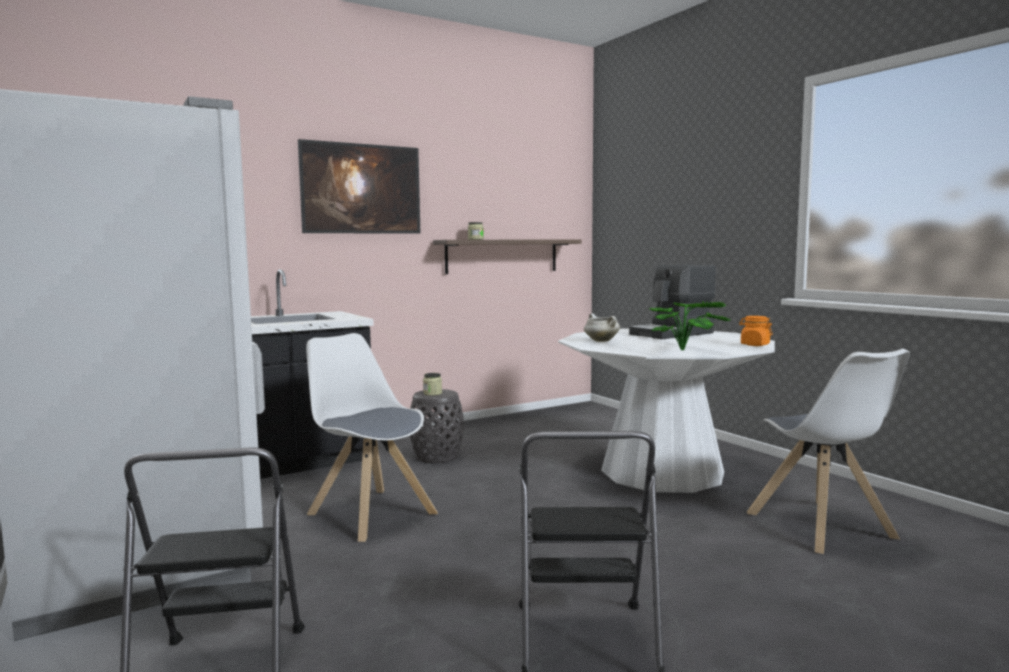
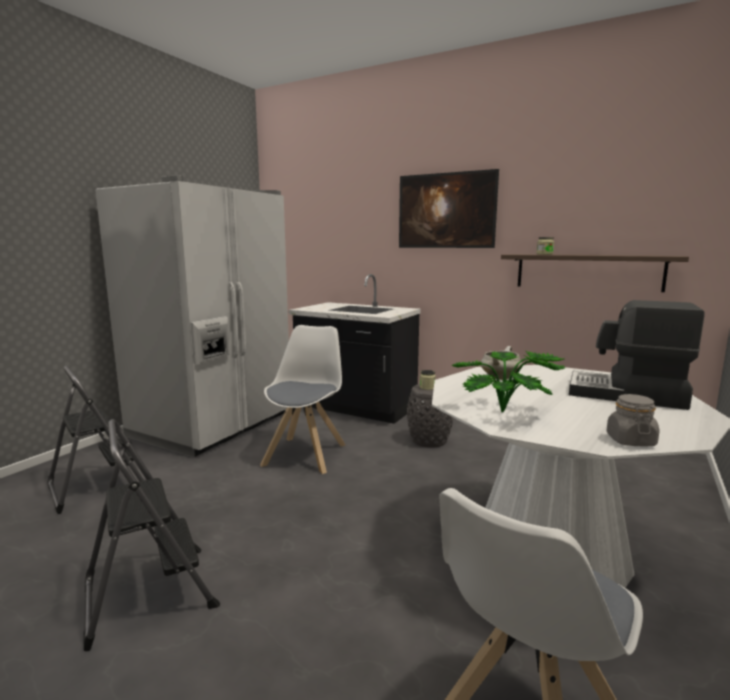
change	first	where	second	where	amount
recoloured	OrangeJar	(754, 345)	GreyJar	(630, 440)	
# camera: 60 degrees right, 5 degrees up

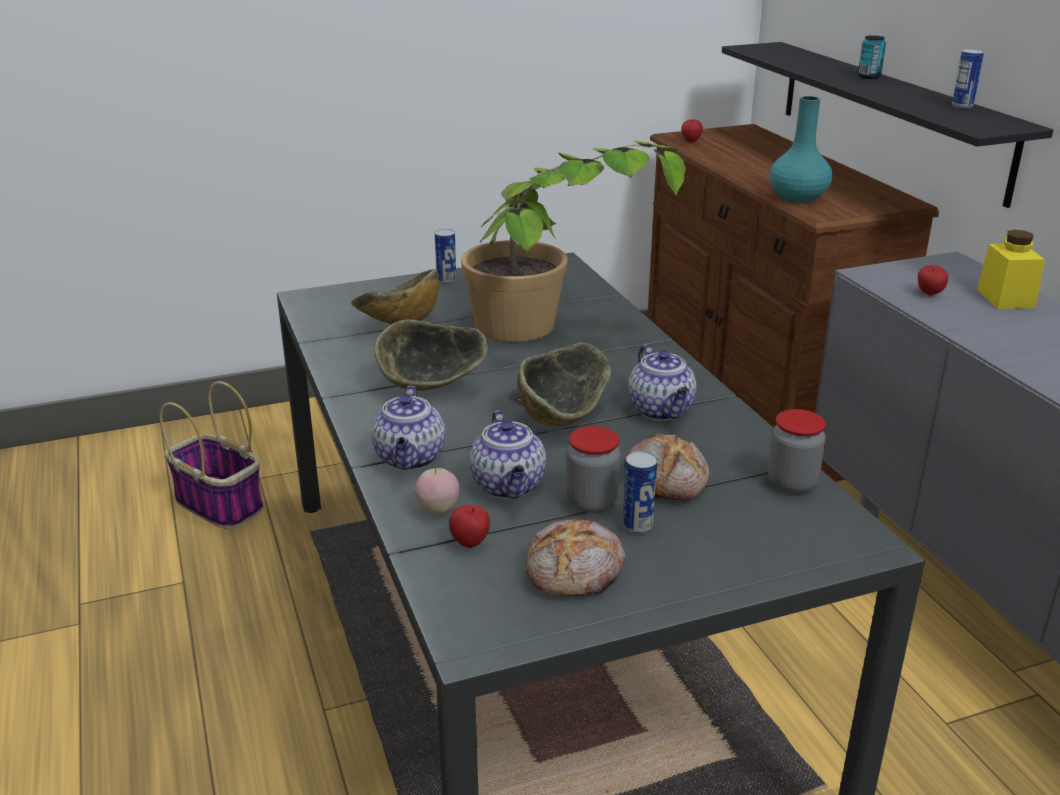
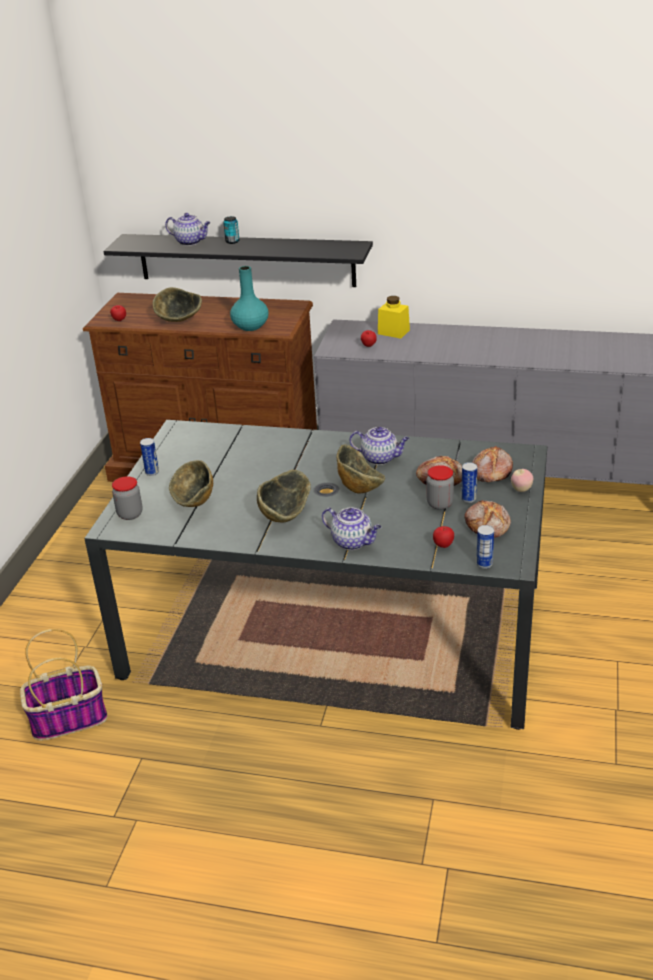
change	first	where	second	where	amount
moved	Jar	(792, 483)		(130, 514)	
added			Bowl	(180, 321)	
moved	Teapot	(509, 486)		(190, 242)	
added			Bread	(491, 472)	
moved	Can	(962, 106)		(484, 564)	
moved	Apple	(438, 510)		(521, 490)	
removed	PottedPlant	(555, 332)			
# camera: 55 degrees left, 5 degrees up

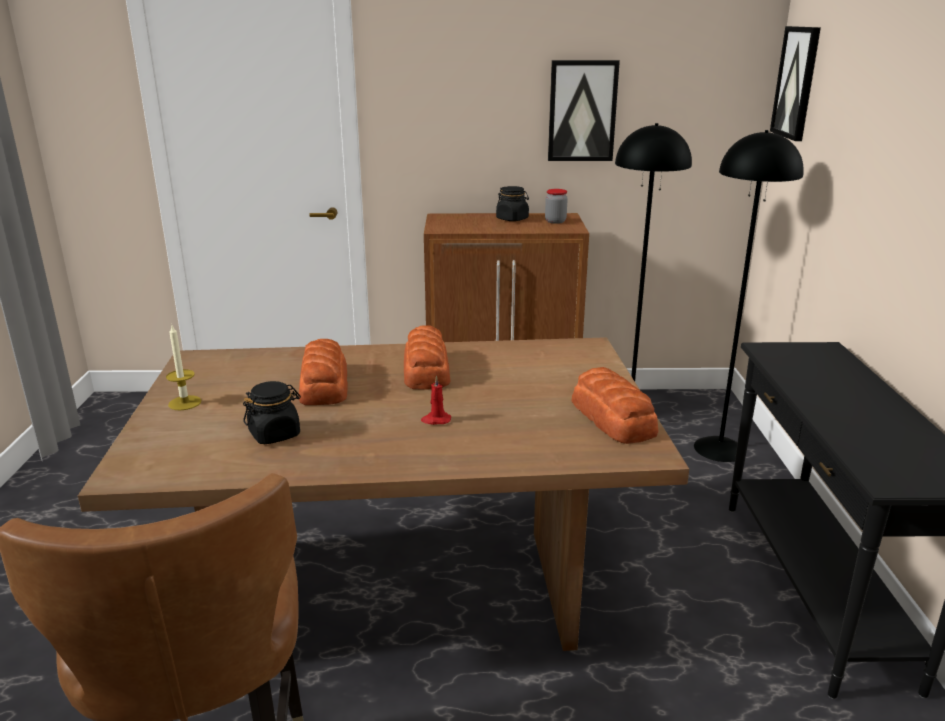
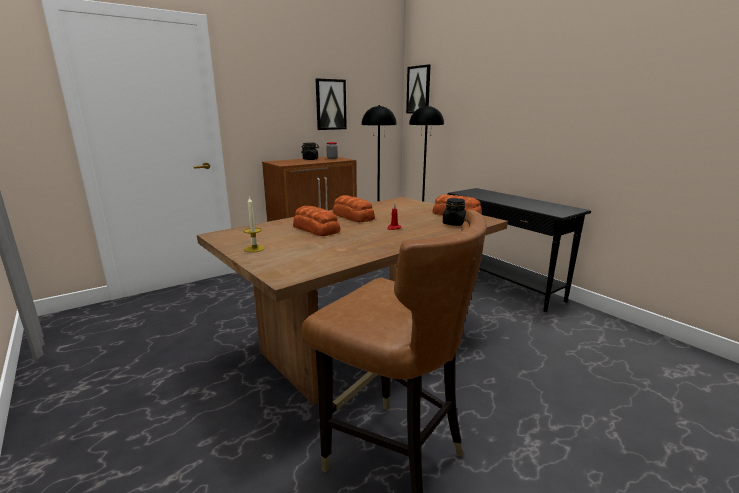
change	first	where	second	where	amount
moved	BlackJar	(275, 434)		(454, 223)	
# camera: 35 degrees left, 5 degrees down

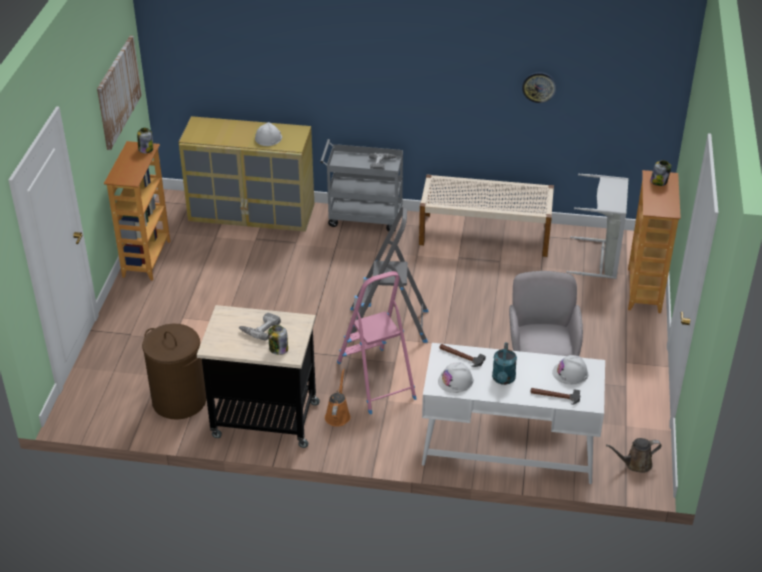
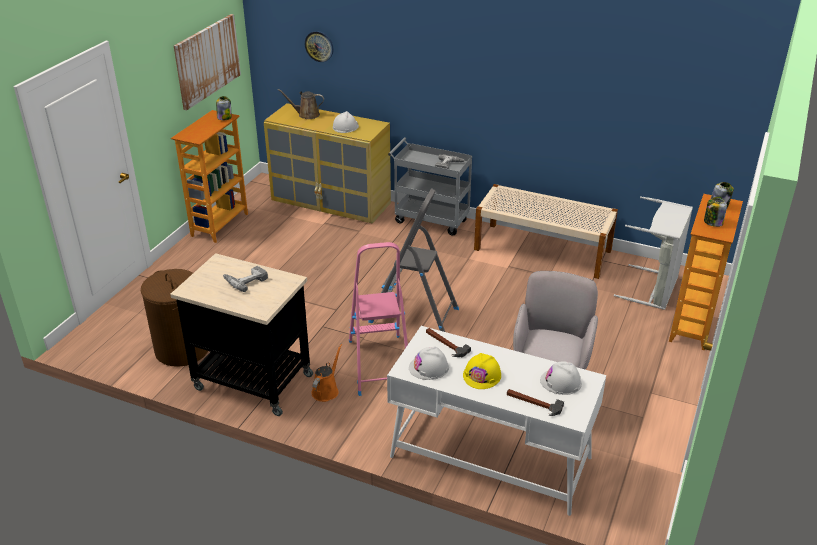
change	first	where	second	where	amount
moved	BrownWateringCan	(635, 463)		(306, 115)	
moved	WallClock	(539, 87)		(319, 46)	
replaced	TurquoiseWateringCan	(503, 379)	YellowHardHat	(482, 375)	
moved	Jar	(278, 349)		(712, 222)	
# camera: 15 degrees right, 5 degrees down

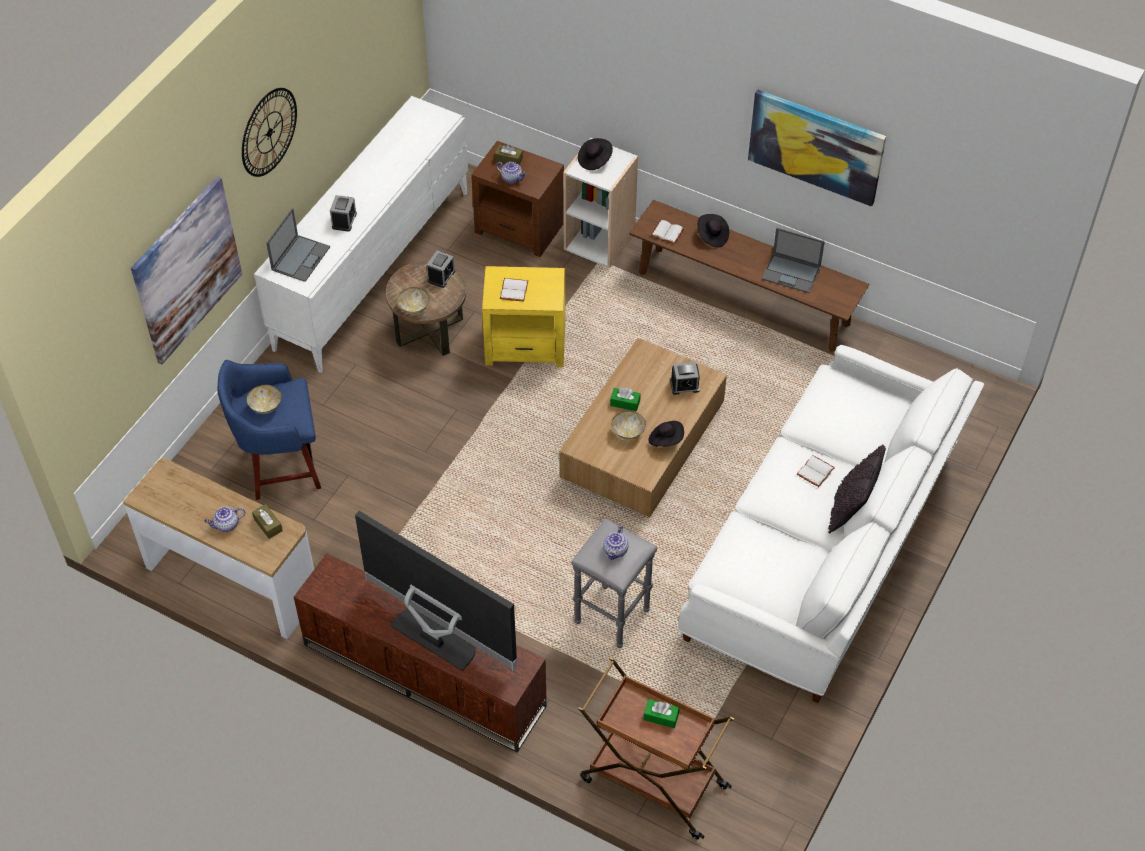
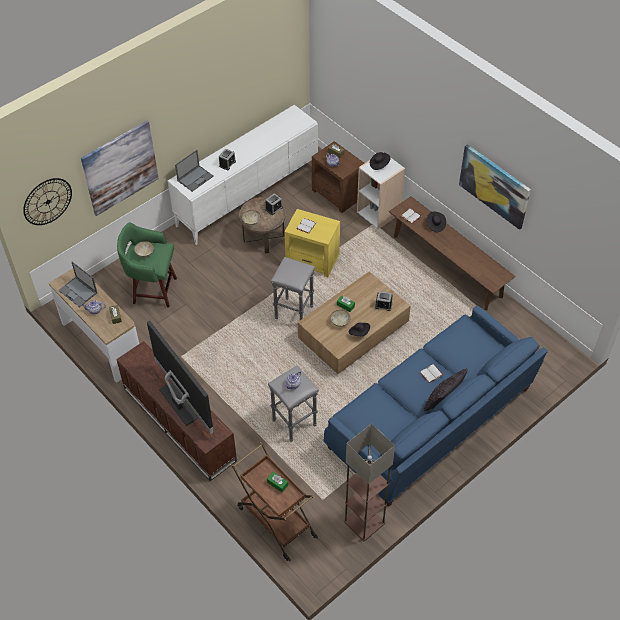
change	first	where	second	where	amount
moved	WallClock	(269, 132)		(47, 201)	
moved	Laptop	(792, 273)		(78, 292)	
recoloured	BlueStool	(281, 468)	GreenStool	(153, 290)	
added			GreyStool	(293, 311)	
recoloured	WhiteSofa	(825, 547)	BlueSofa	(431, 420)	
added			FloorLamp	(364, 523)	
# camera: 20 degrees right, 0 degrees up

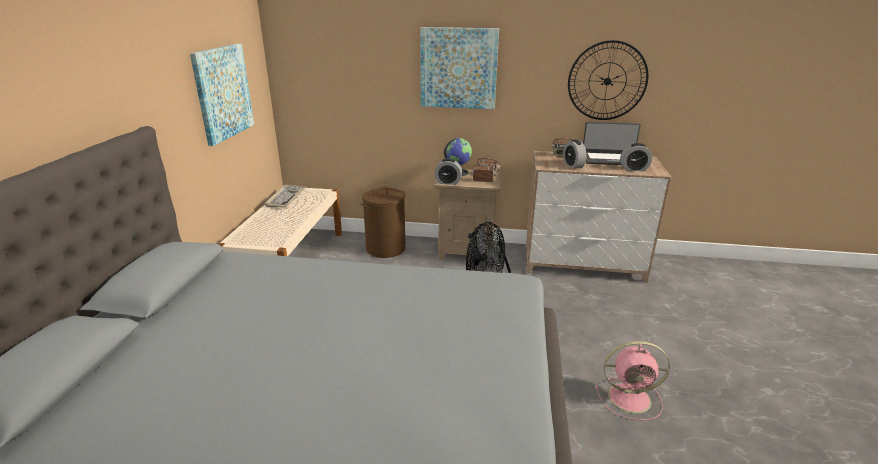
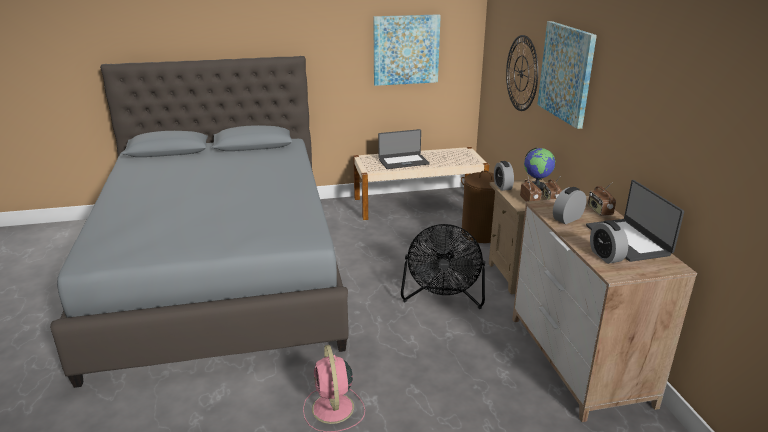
change	first	where	second	where	amount
added			Laptop	(403, 161)	
moved	WallClock	(607, 81)		(521, 73)	
removed	Keyboard	(285, 198)			
# camera: 70 degrees right, 0 degrees up

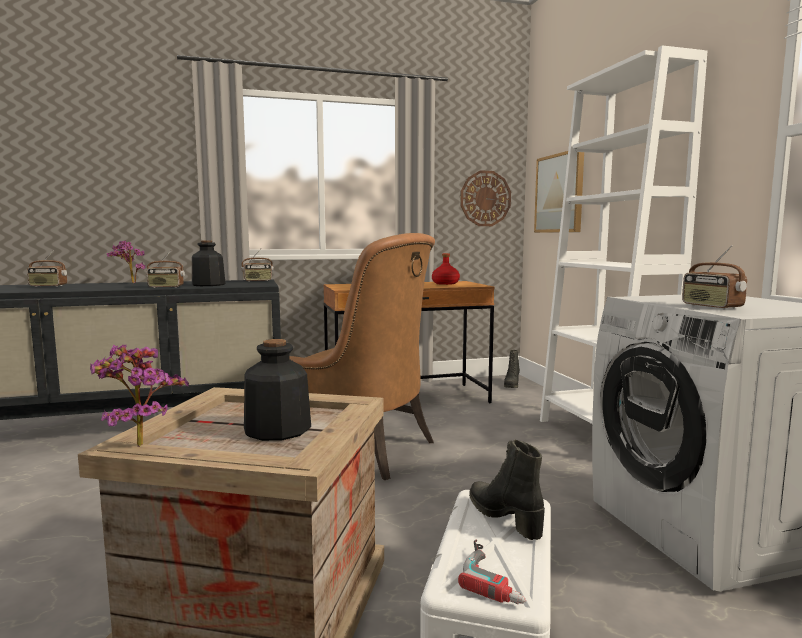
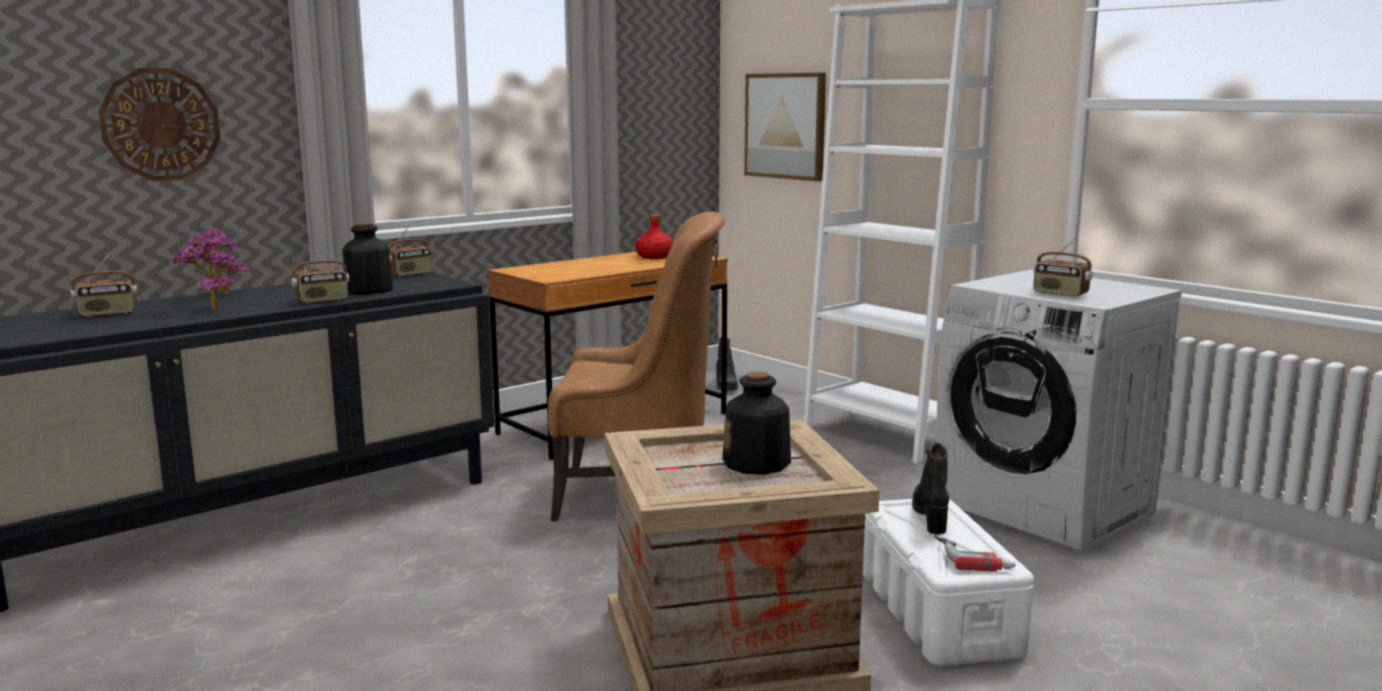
change	first	where	second	where	amount
moved	WallClock	(485, 198)		(161, 124)	
moved	PottedPlant	(137, 443)		(210, 309)	
turned	BlackBoot	(505, 517)		(931, 516)	60 degrees clockwise
# camera: 25 degrees left, 5 degrees up

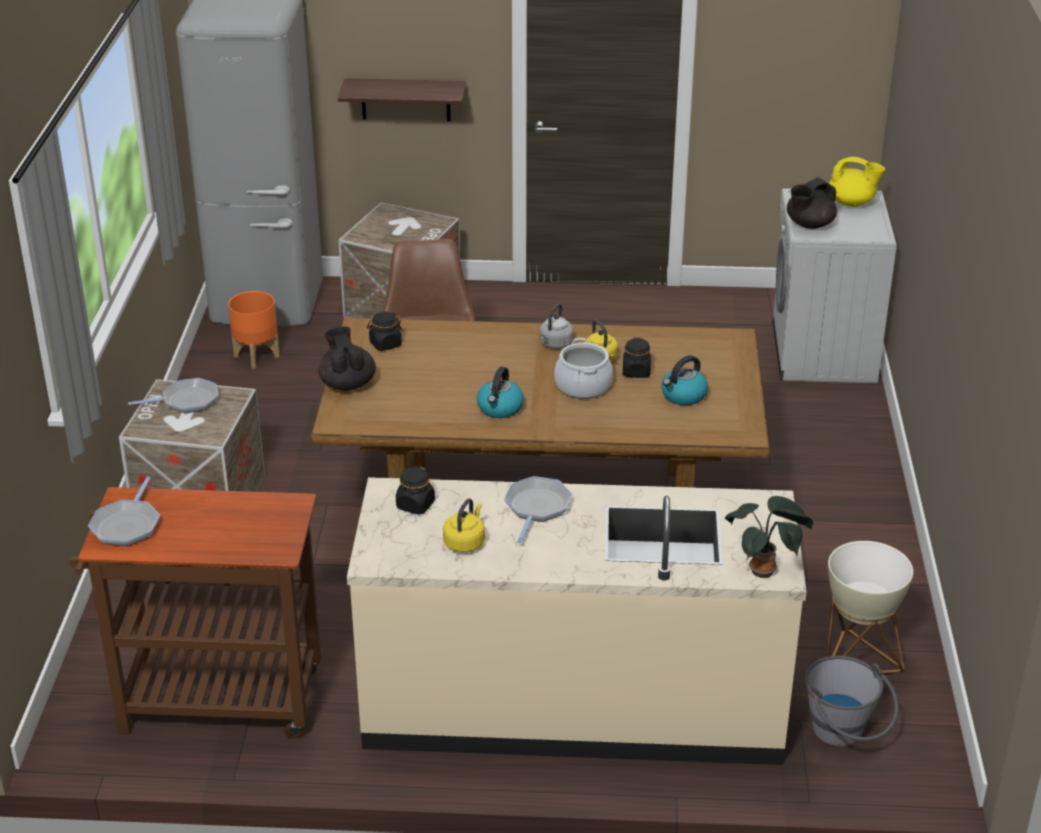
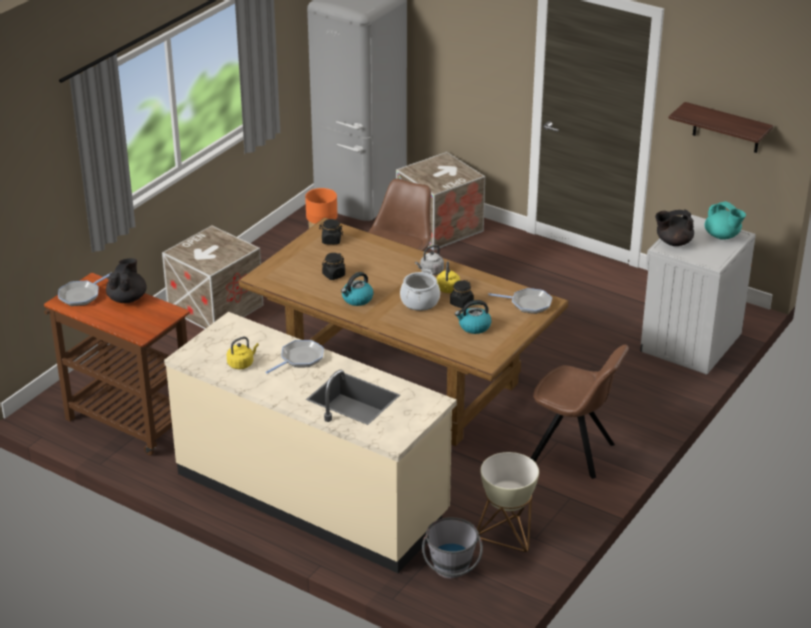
change	first	where	second	where	amount
moved	BlackTeapot	(347, 383)		(127, 298)	
moved	BlackJar	(415, 505)		(333, 275)	
moved	FryingPan	(187, 401)		(528, 304)	
added			BrownChair	(573, 452)	
moved	Shelf	(405, 99)		(726, 128)	
recoloured	YellowTeapot	(852, 203)	TurquoiseTeapot	(722, 236)	
removed	PottedPlant	(765, 571)			
# camera: 30 degrees right, 0 degrees up

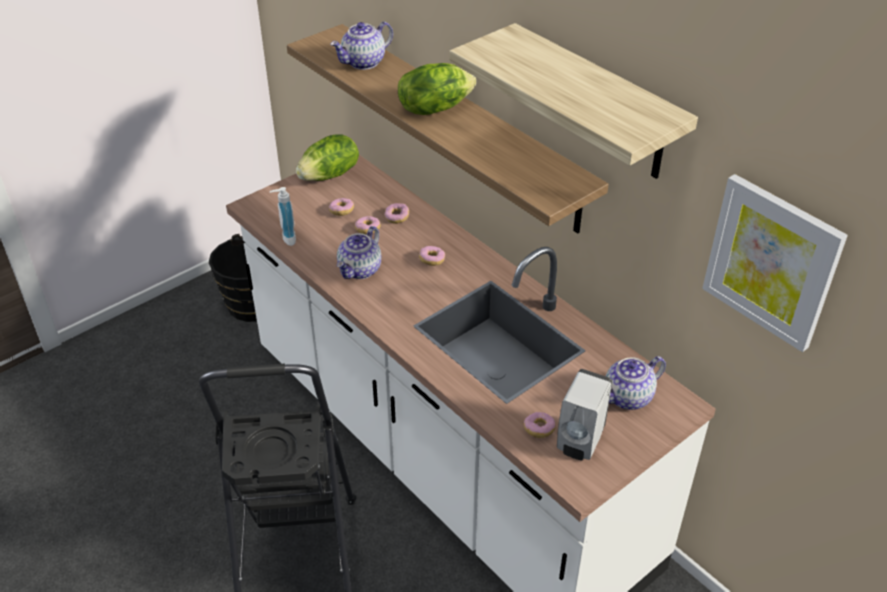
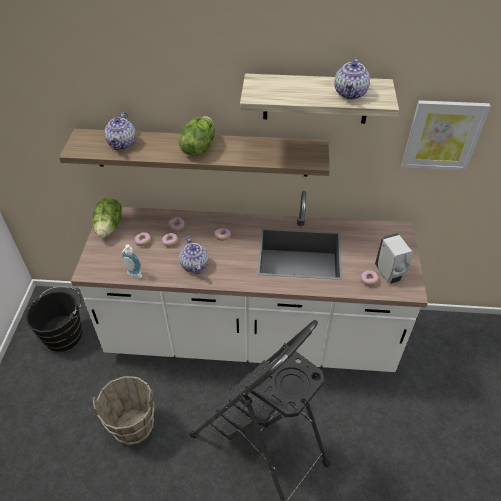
change	first	where	second	where	amount
added			BrownBucket	(134, 427)	
moved	Teapot	(627, 398)		(350, 93)	
# camera: 45 degrees left, 5 degrees up

